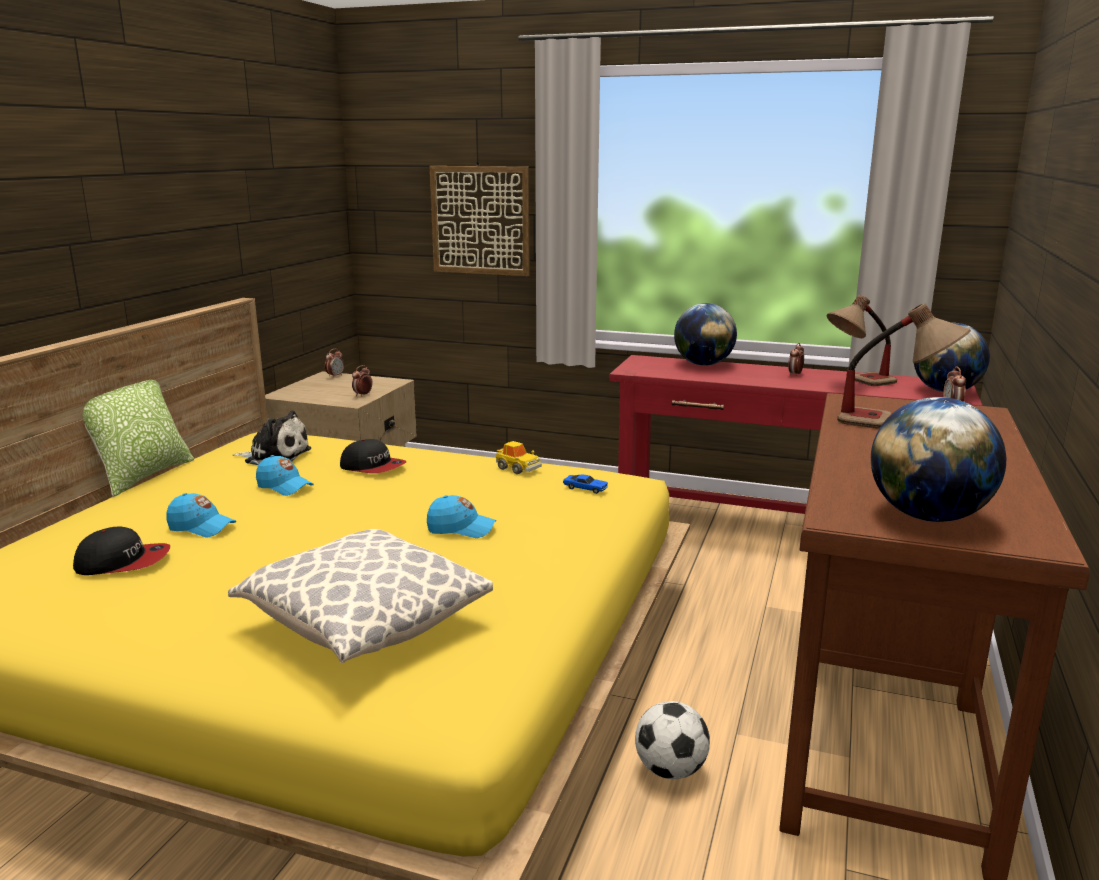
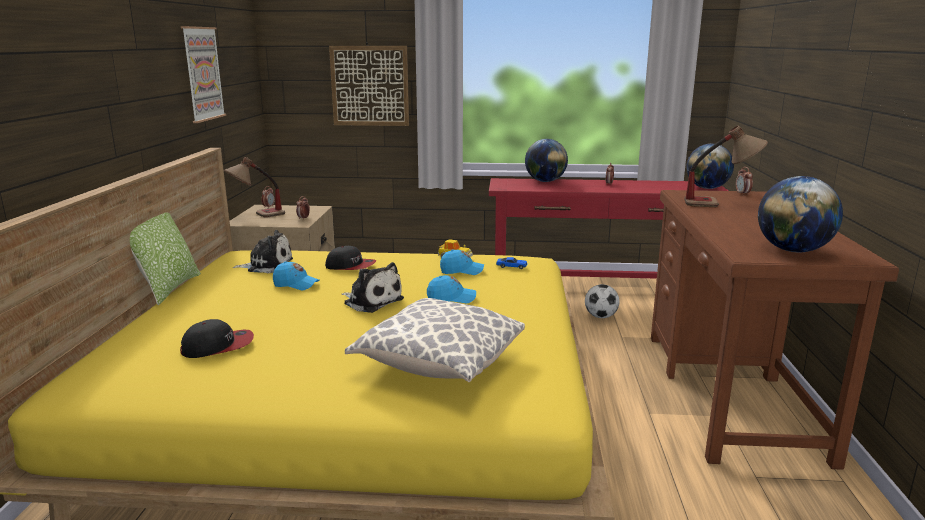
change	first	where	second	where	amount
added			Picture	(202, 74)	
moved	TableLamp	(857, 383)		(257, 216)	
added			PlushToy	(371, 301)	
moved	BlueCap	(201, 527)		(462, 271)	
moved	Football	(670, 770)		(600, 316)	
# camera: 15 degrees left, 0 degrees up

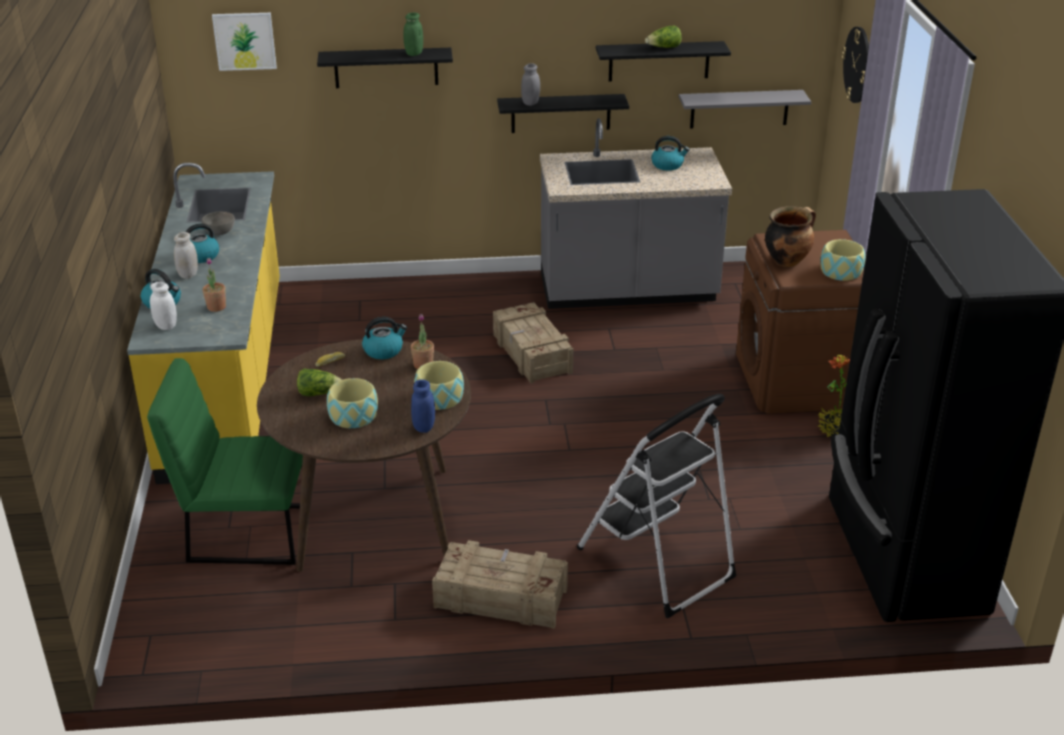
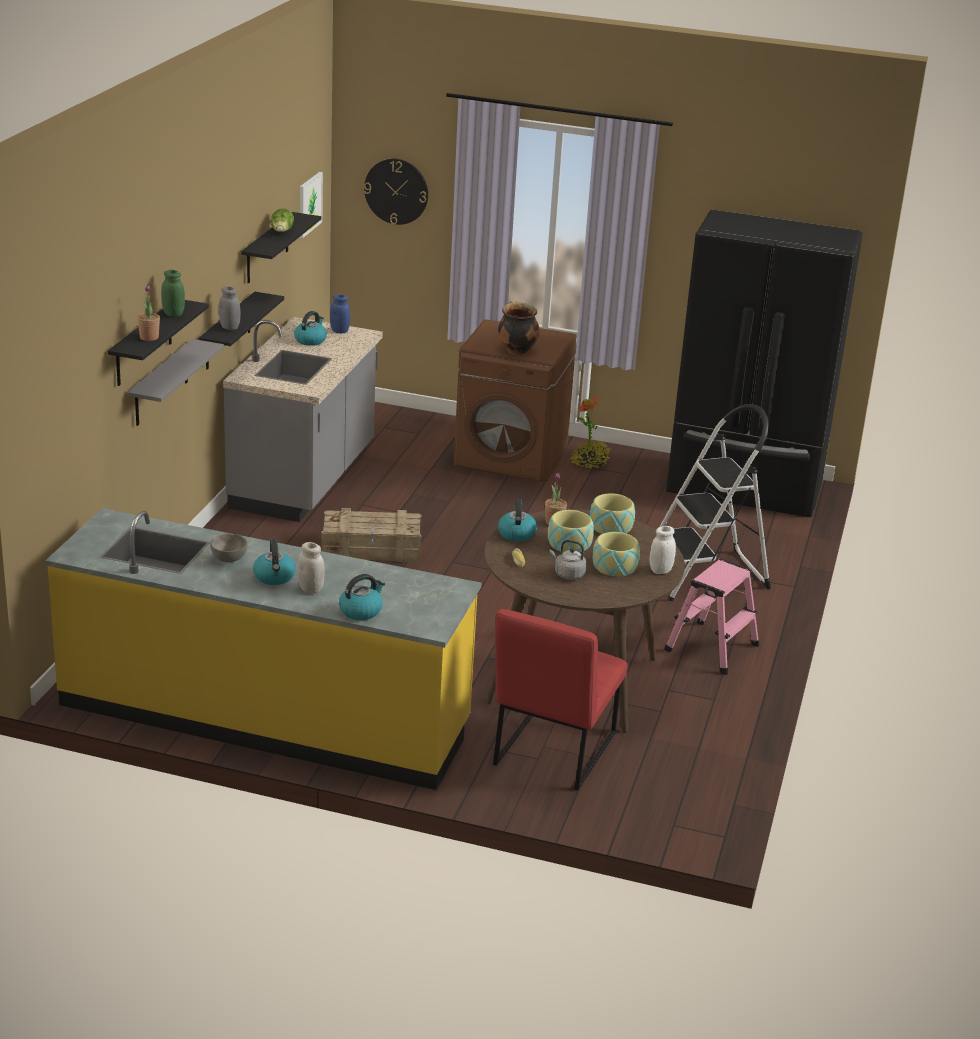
change	first	where	second	where	amount
moved	GreyShelf	(739, 109)		(161, 383)	
moved	PottedPlant	(216, 307)		(149, 337)	
moved	Picture	(244, 41)		(309, 204)	
moved	BlueJar	(424, 427)		(339, 331)	
recoloured	GreenChair	(245, 533)	RedChair	(552, 750)	
moved	Bowl	(841, 271)		(570, 543)	
replaced	Lettuce	(319, 393)	GreyKettle	(568, 574)	
moved	WhiteJar	(166, 326)		(660, 570)	
replaced	Crate	(500, 597)	PinkStepLadder	(711, 648)	
# camera: 70 degrees left, 5 degrees down

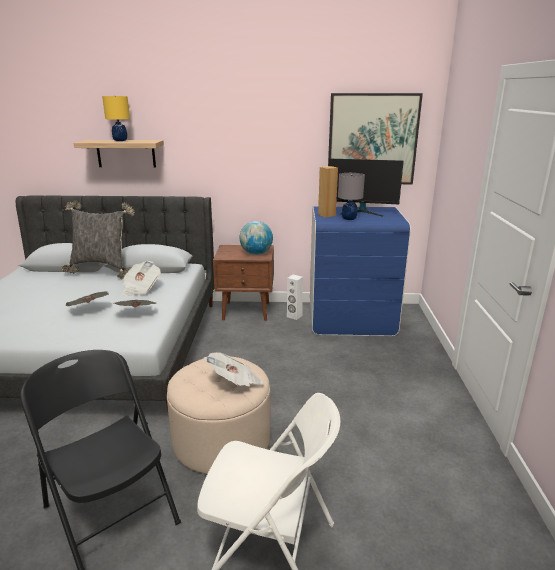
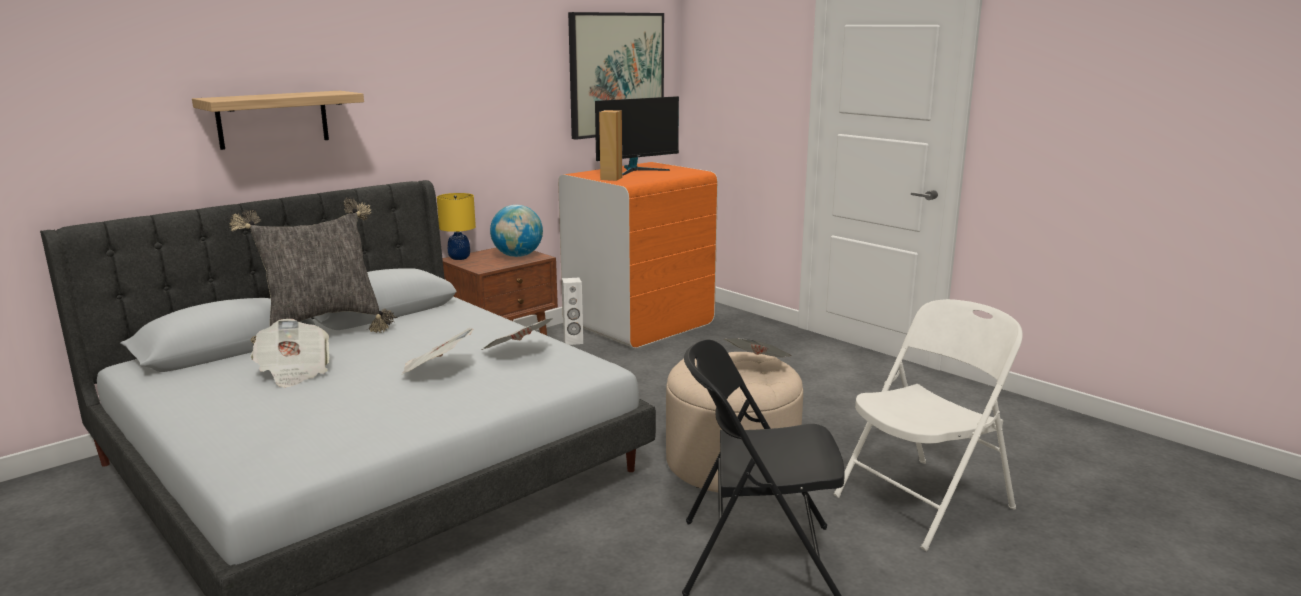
change	first	where	second	where	amount
moved	Newspaper	(140, 289)		(294, 372)	
moved	YellowTableLamp	(120, 141)		(460, 258)	
recoloured	BlueDresser	(351, 318)	OrangeDresser	(638, 323)	
removed	GreyTableLamp	(348, 219)			
# camera: 45 degrees left, 5 degrees down

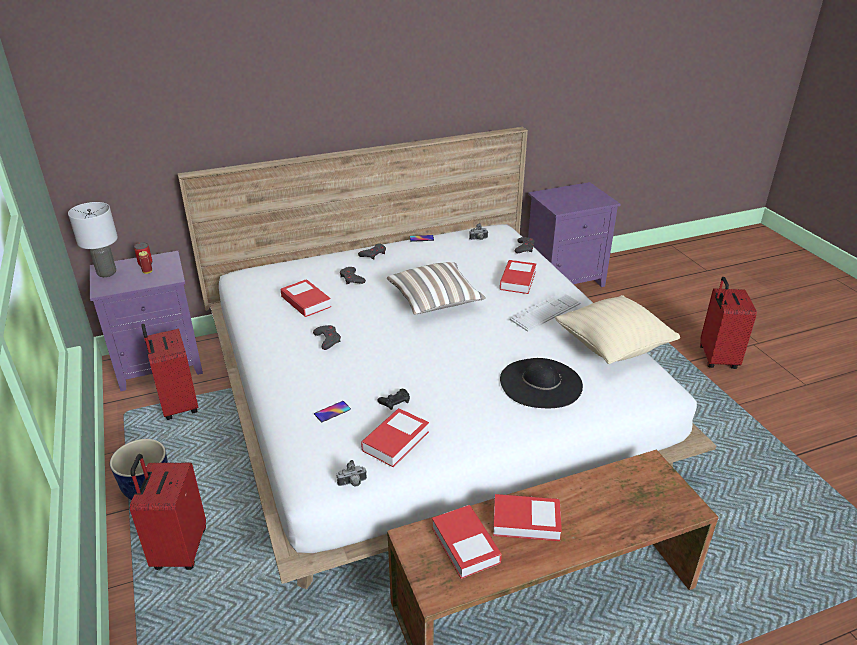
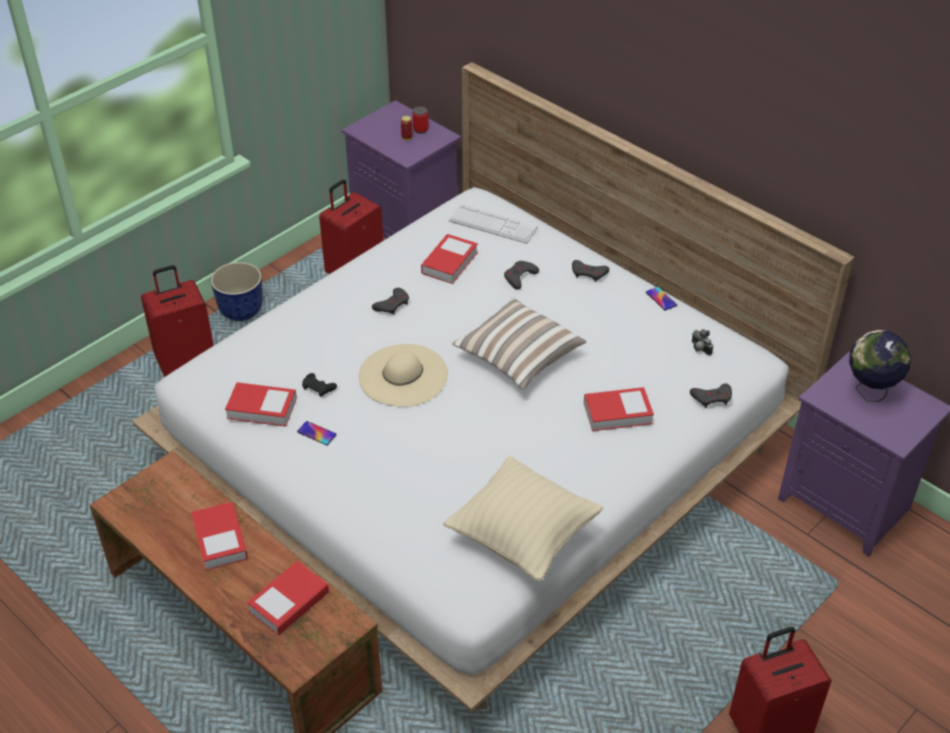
change	first	where	second	where	amount
moved	Book	(465, 545)		(289, 602)	
moved	Phone	(332, 412)		(316, 433)	
added			BeigeHat	(403, 375)	
moved	Keyboard	(545, 312)		(493, 224)	
added			Globe	(870, 392)	
removed	WhiteTableLamp	(106, 274)			
removed	PhotoCamera	(352, 483)			
removed	BlackHat	(540, 383)			
# camera: 65 degrees right, 10 degrees up

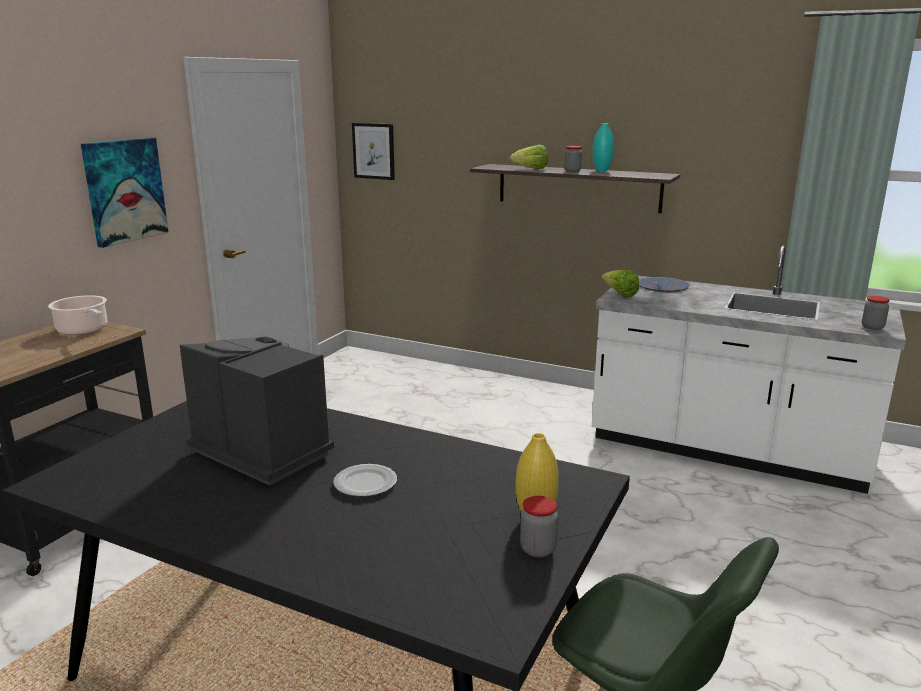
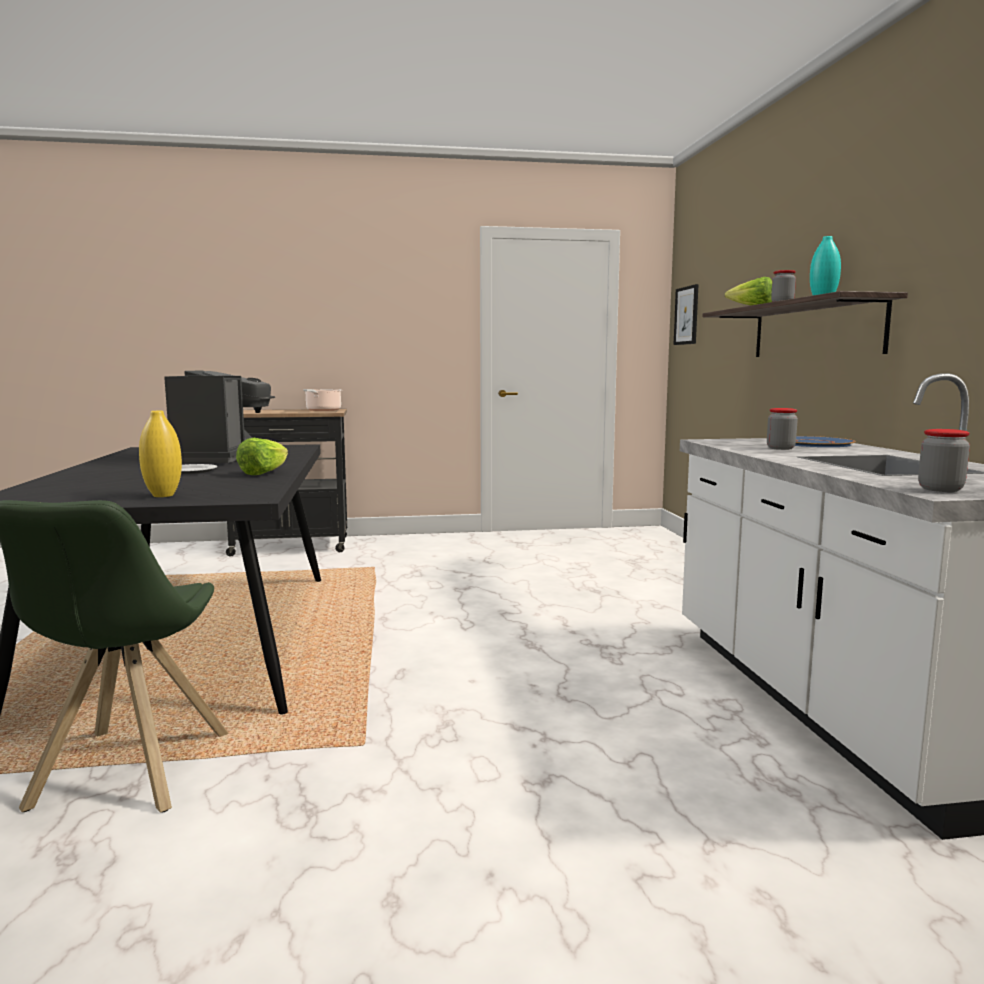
change	first	where	second	where	amount
moved	Lettuce	(619, 294)		(264, 473)	
moved	Jar	(538, 549)		(780, 448)	
removed	Picture	(125, 191)			
# camera: 55 degrees right, 10 degrees down

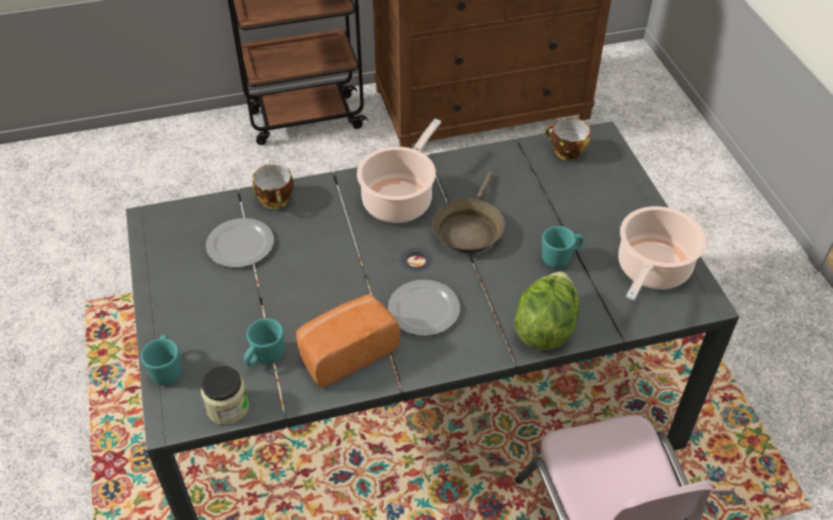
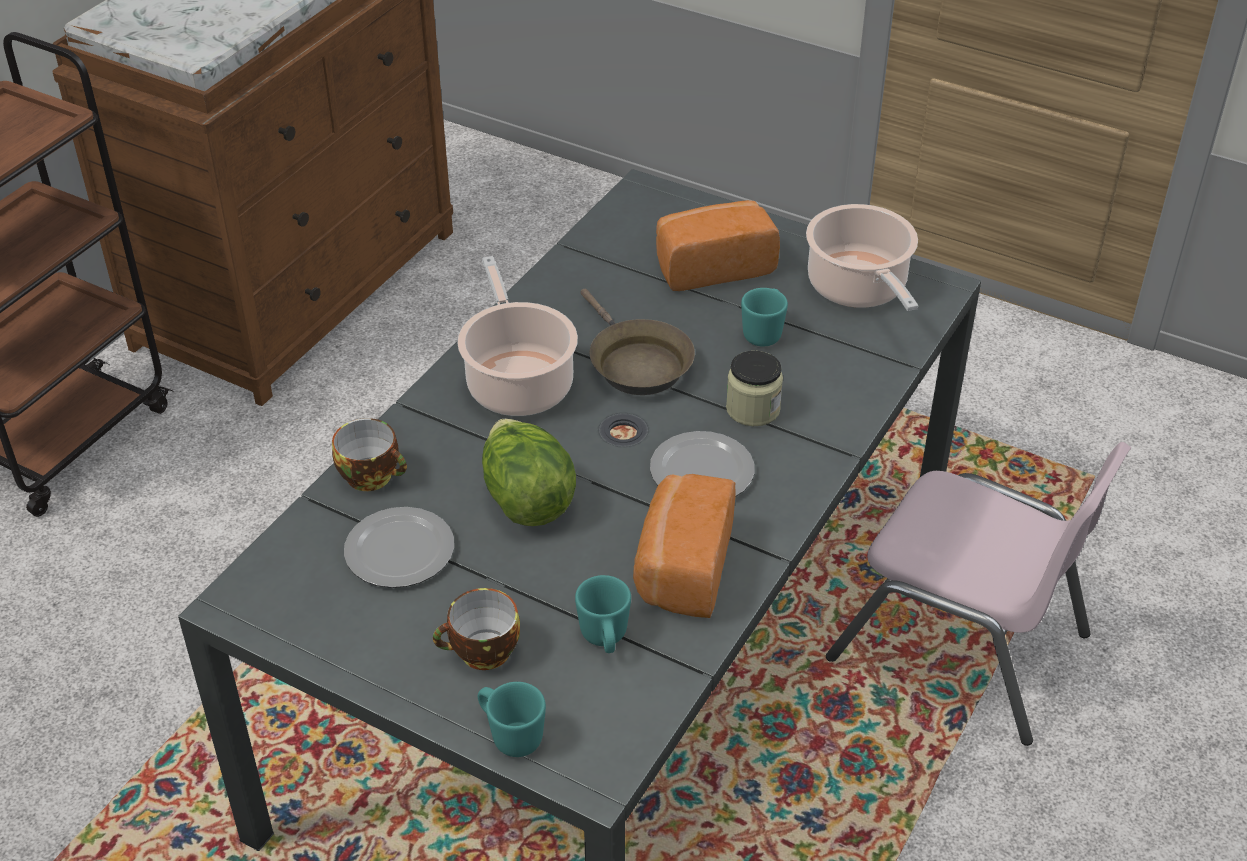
change	first	where	second	where	amount
moved	Cup	(565, 152)		(482, 653)	
moved	Lettuce	(545, 327)		(526, 499)	
added			Bread	(712, 266)	
moved	Jar	(228, 407)		(753, 409)	
# camera: 45 degrees left, 5 degrees down

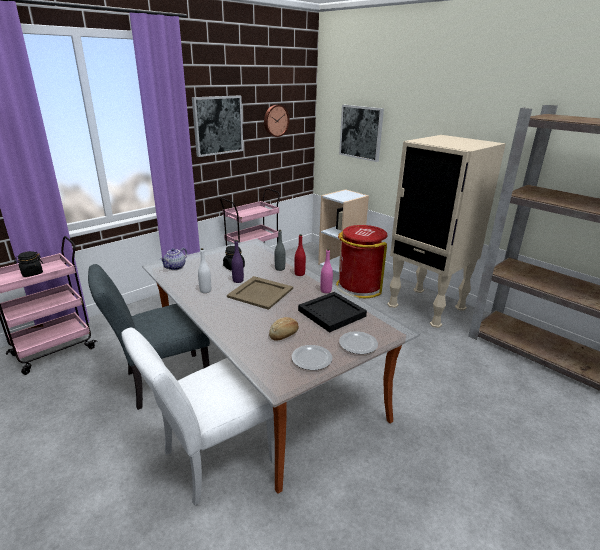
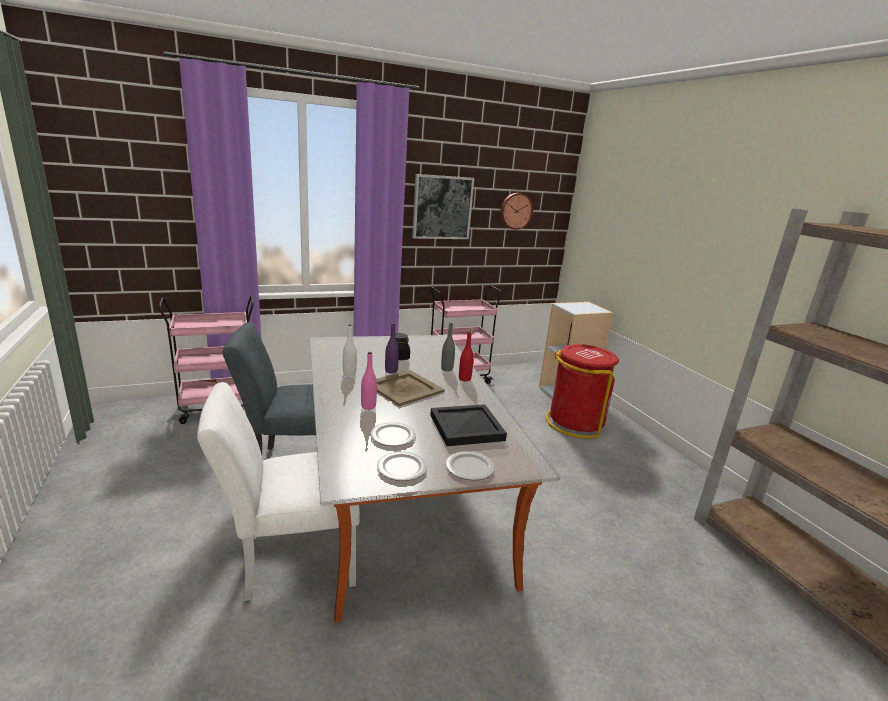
change	first	where	second	where	amount
moved	PinkBottle	(326, 291)		(368, 406)	
replaced	Bread	(284, 335)	Plate	(393, 435)	
removed	BlackJar	(32, 273)			
removed	Teapot	(175, 267)			
removed	Picture	(361, 132)			
removed	BeigeCabinet	(426, 307)			
# camera: 20 degrees right, 5 degrees down

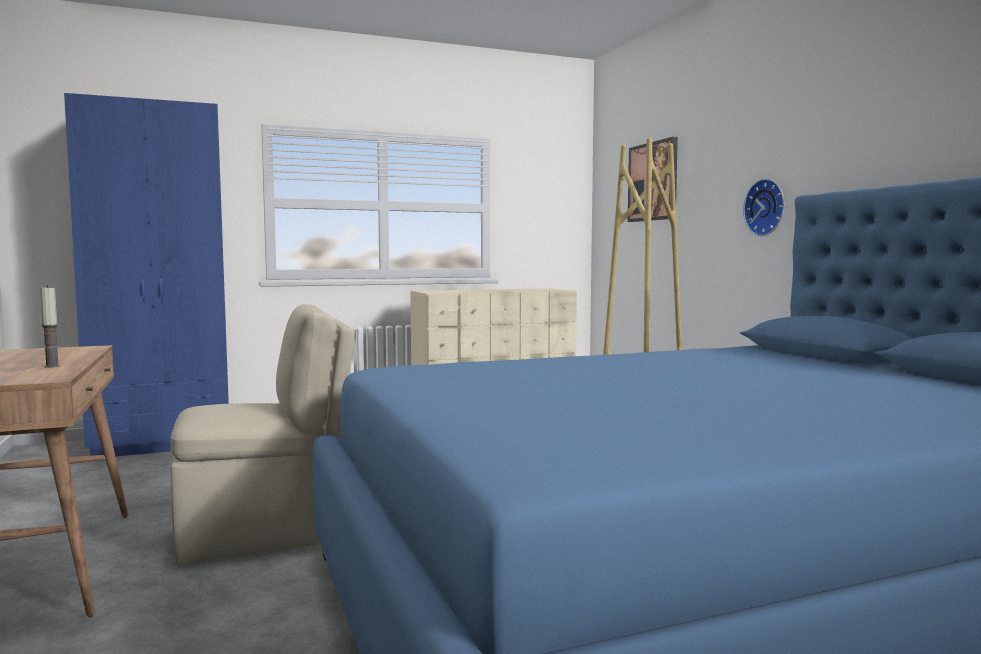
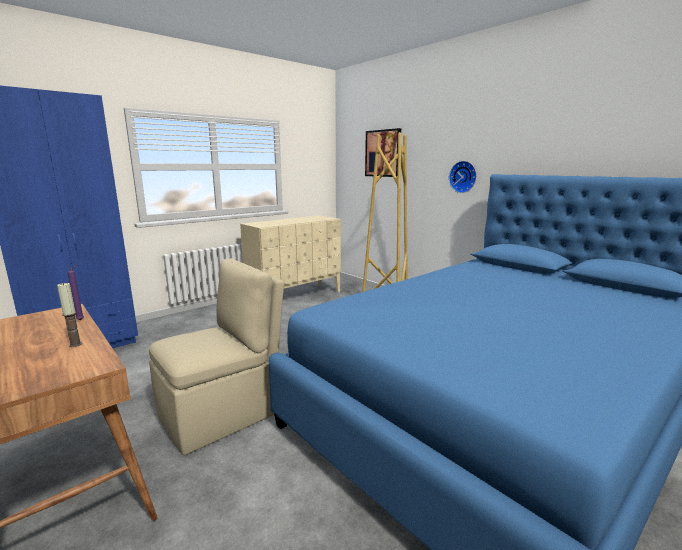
change	first	where	second	where	amount
added			PurpleCandle	(81, 320)	
# camera: 20 degrees left, 10 degrees up

